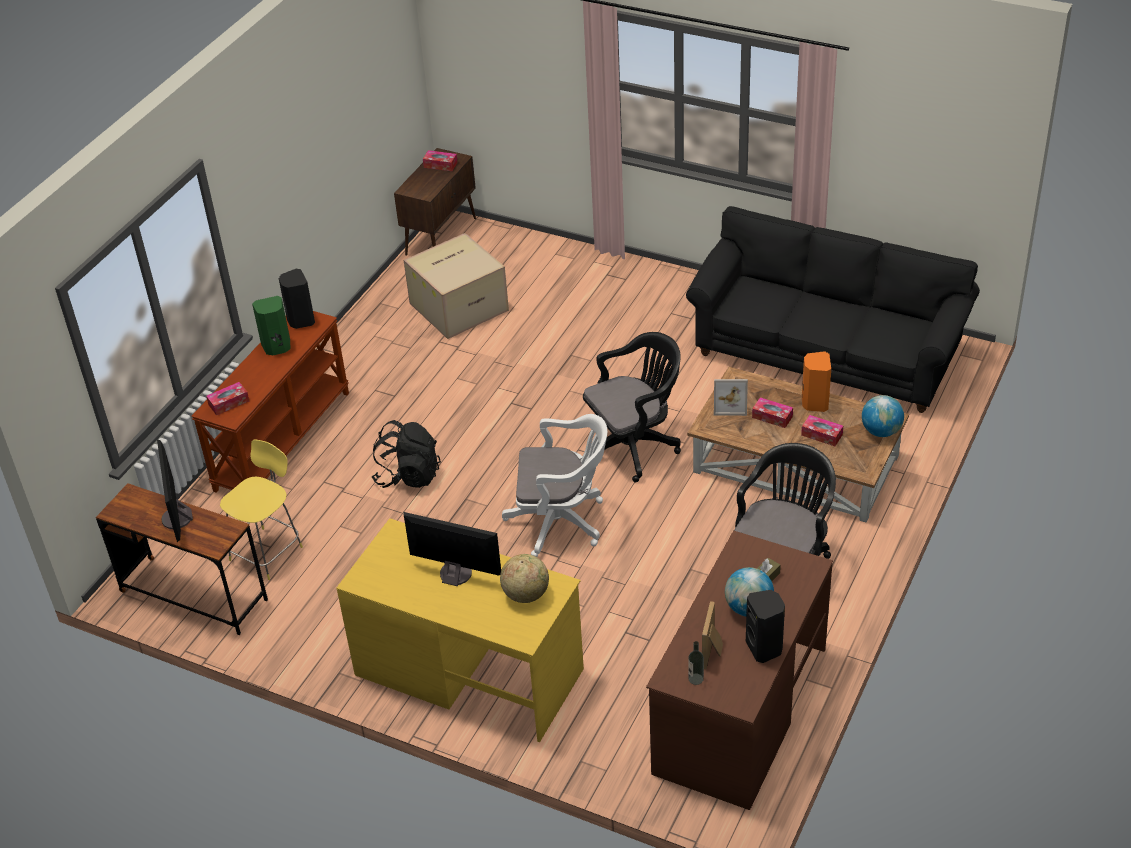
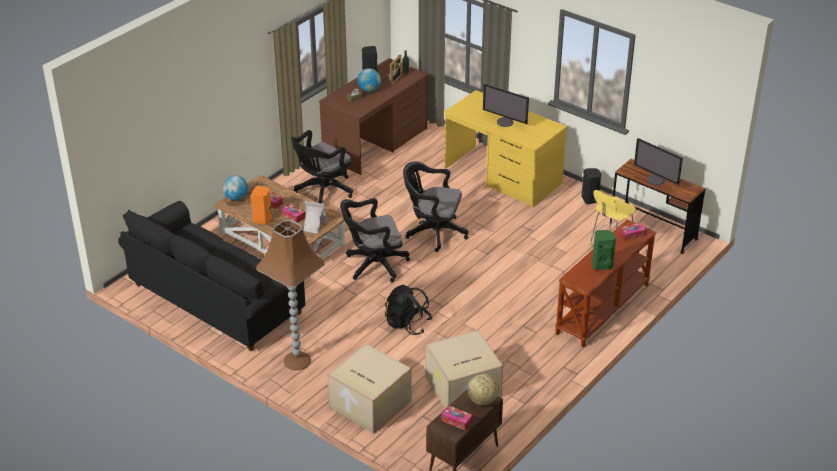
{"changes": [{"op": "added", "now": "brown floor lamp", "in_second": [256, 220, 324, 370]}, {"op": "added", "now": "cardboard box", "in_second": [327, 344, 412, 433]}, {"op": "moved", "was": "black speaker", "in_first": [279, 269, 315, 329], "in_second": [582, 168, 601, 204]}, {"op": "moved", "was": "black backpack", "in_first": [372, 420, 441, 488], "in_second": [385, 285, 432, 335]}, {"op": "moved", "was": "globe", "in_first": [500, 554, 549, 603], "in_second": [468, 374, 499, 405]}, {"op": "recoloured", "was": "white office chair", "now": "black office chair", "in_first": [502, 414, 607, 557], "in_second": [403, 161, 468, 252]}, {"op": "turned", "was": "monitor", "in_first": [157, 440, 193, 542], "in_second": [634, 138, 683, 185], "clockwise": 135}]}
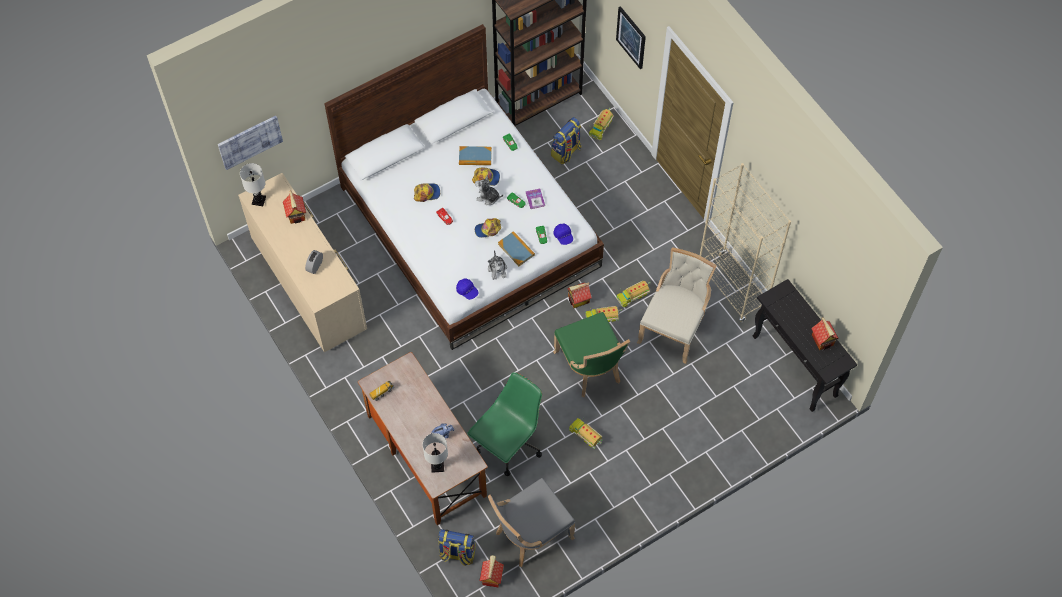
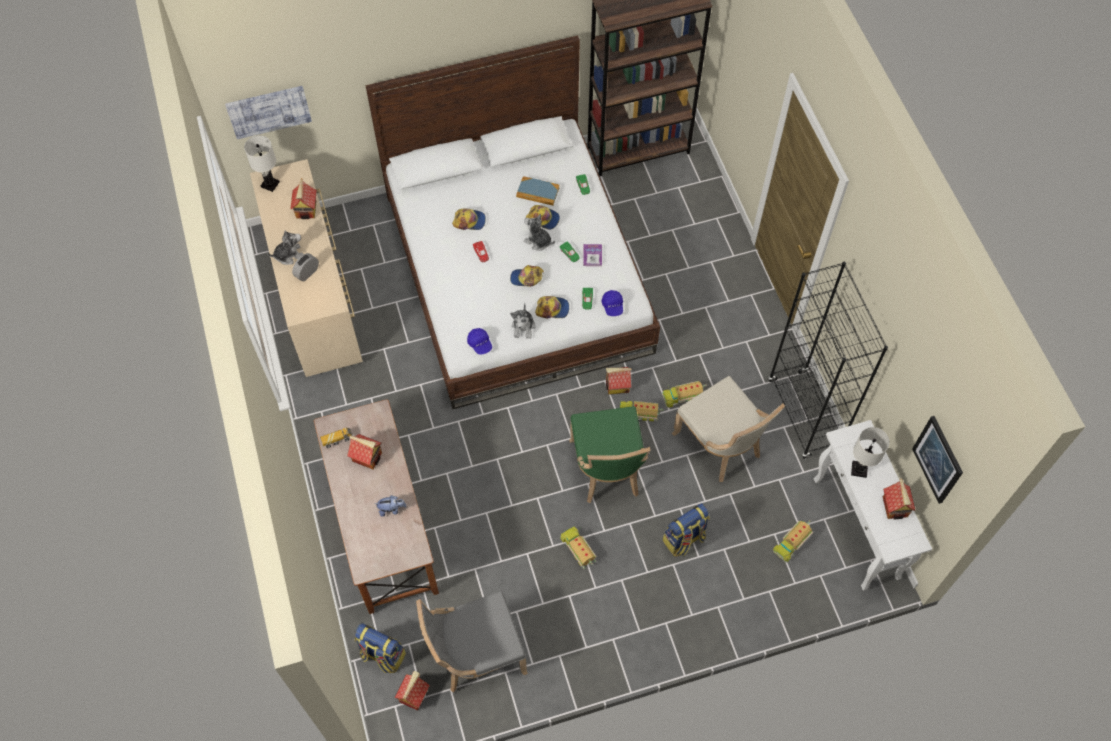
{"changes": [{"op": "removed", "was": "green office chair", "in_first": [467, 372, 542, 476]}, {"op": "added", "now": "plush toy", "in_second": [267, 230, 303, 265]}, {"op": "added", "now": "toy house", "in_second": [347, 434, 382, 469]}, {"op": "moved", "was": "white table lamp", "in_first": [422, 433, 448, 473], "in_second": [851, 427, 890, 478]}, {"op": "moved", "was": "backpack", "in_first": [551, 117, 581, 164], "in_second": [663, 503, 710, 556]}, {"op": "moved", "was": "toy truck", "in_first": [589, 108, 614, 140], "in_second": [773, 520, 813, 562]}, {"op": "moved", "was": "picture", "in_first": [616, 6, 646, 69], "in_second": [912, 416, 963, 504]}, {"op": "replaced", "was": "book", "now": "cap", "in_first": [498, 231, 535, 266], "in_second": [535, 296, 569, 319]}, {"op": "recoloured", "was": "beige bookcase", "now": "black bookcase", "in_first": [700, 163, 791, 322], "in_second": [768, 262, 888, 459]}, {"op": "recoloured", "was": "black console table", "now": "white console table", "in_first": [753, 279, 857, 412], "in_second": [814, 420, 932, 591]}, {"op": "turned", "was": "beige chair", "in_first": [637, 247, 717, 364], "in_second": [672, 376, 785, 482], "clockwise": 105}]}
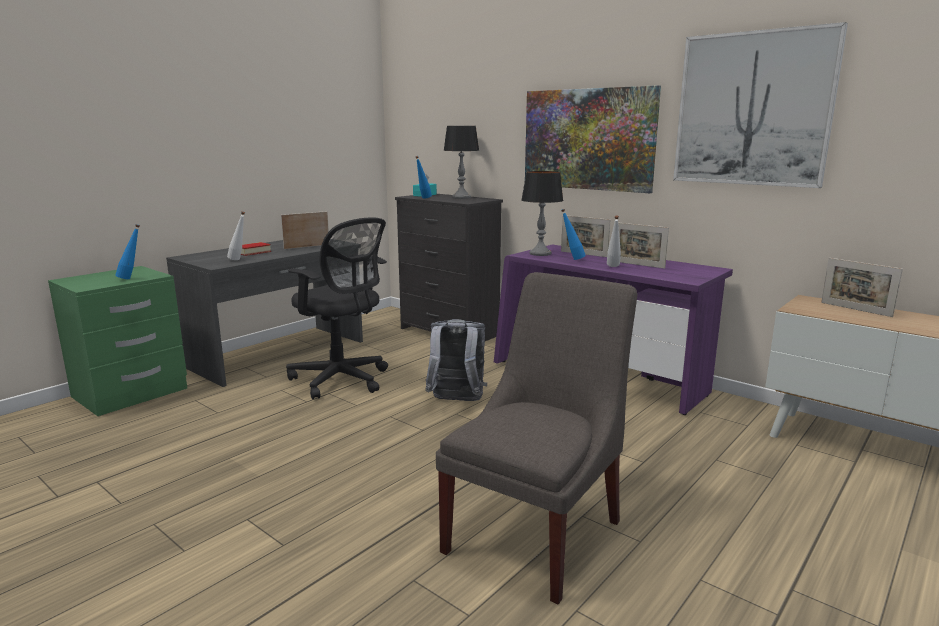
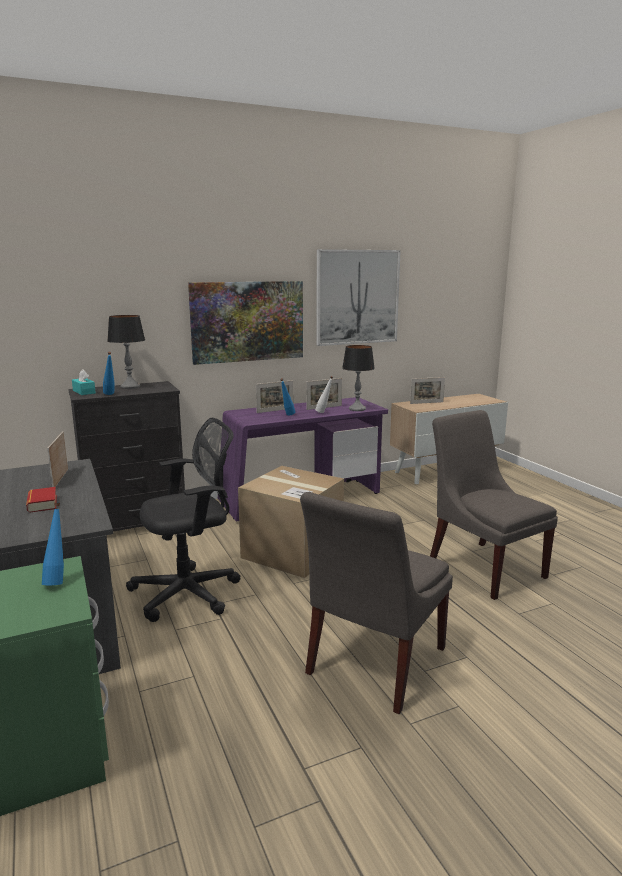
{"changes": [{"op": "removed", "was": "white bottle", "in_first": [227, 211, 245, 260]}, {"op": "added", "now": "grey chair", "in_second": [300, 492, 453, 714]}, {"op": "moved", "was": "table lamp", "in_first": [521, 171, 563, 256], "in_second": [342, 345, 375, 411]}, {"op": "replaced", "was": "grey backpack", "now": "cardboard box", "in_first": [425, 319, 487, 401], "in_second": [238, 466, 344, 578]}]}
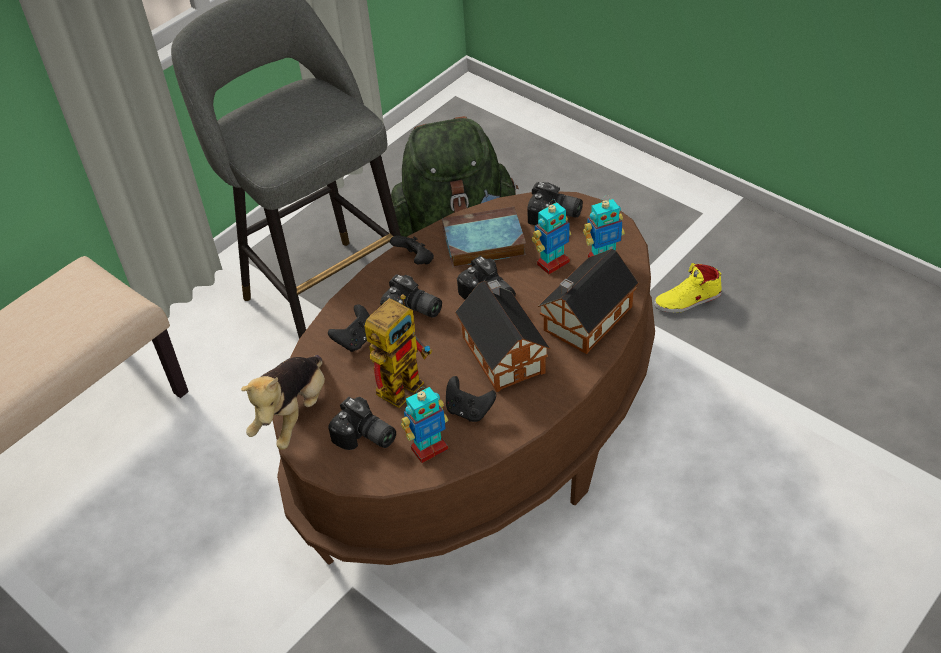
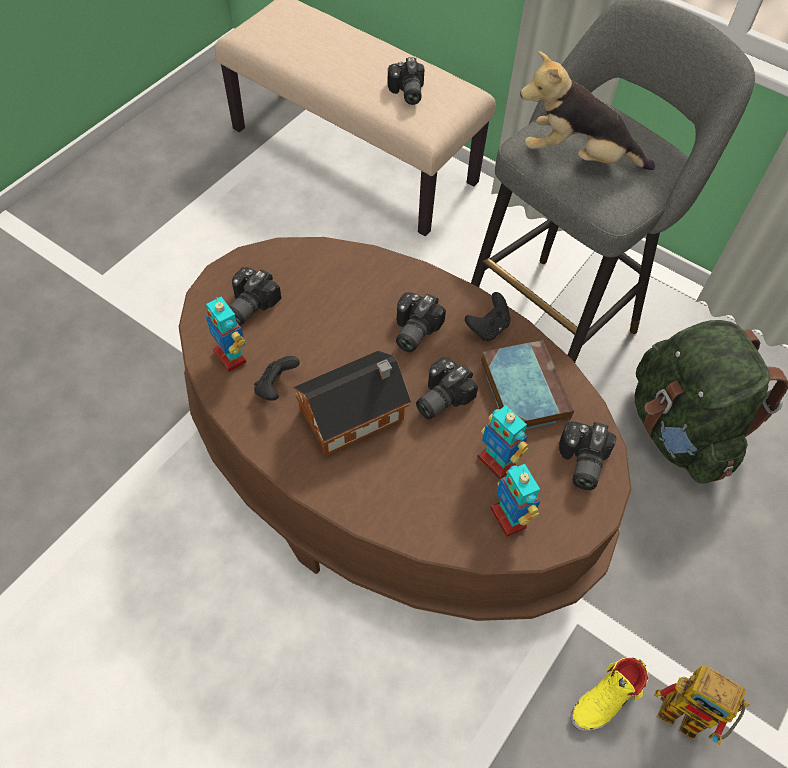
{"changes": [{"op": "removed", "was": "black game controller", "in_first": [328, 304, 370, 352]}, {"op": "removed", "was": "toy house", "in_first": [538, 249, 639, 354]}, {"op": "added", "now": "photo camera", "in_second": [387, 57, 424, 105]}, {"op": "moved", "was": "plush toy", "in_first": [241, 355, 325, 450], "in_second": [520, 51, 655, 170]}, {"op": "moved", "was": "toy robot", "in_first": [364, 294, 433, 408], "in_second": [654, 666, 750, 745]}, {"op": "turned", "was": "yellow shoe", "in_first": [654, 263, 722, 313], "in_second": [571, 657, 648, 732], "clockwise": -105}]}
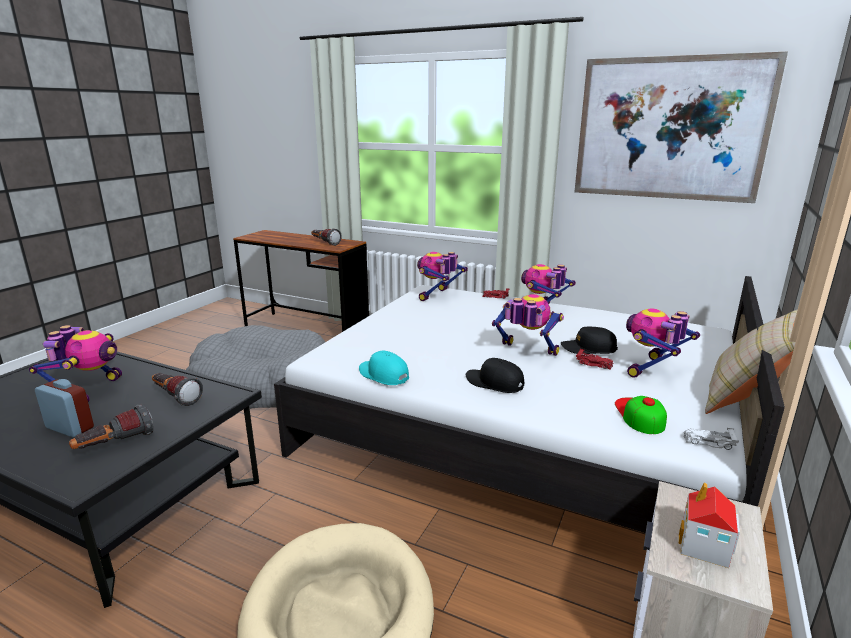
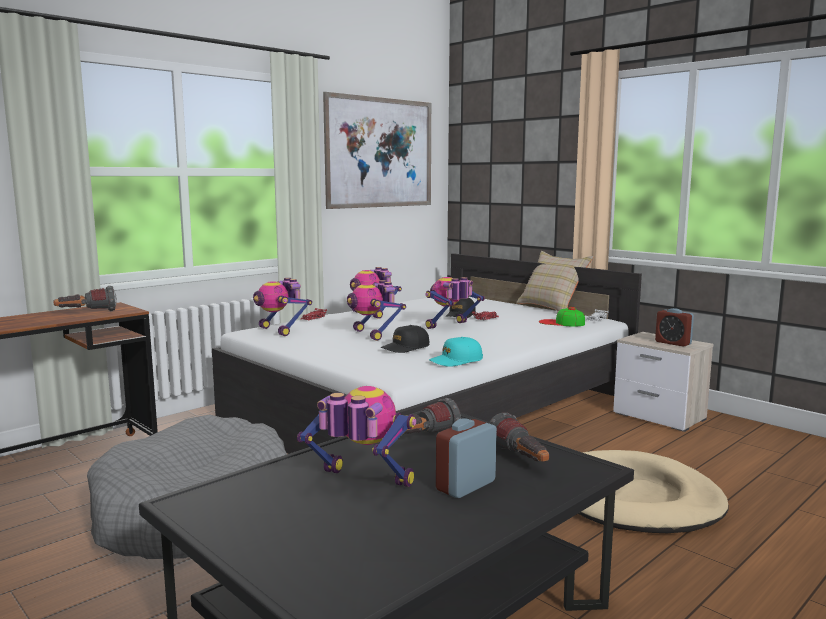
{"changes": [{"op": "moved", "was": "black cap", "in_first": [466, 358, 524, 393], "in_second": [381, 325, 430, 353]}, {"op": "moved", "was": "toy robot", "in_first": [626, 309, 700, 378], "in_second": [347, 280, 406, 341]}, {"op": "replaced", "was": "toy house", "now": "alarm clock", "in_first": [678, 482, 740, 568], "in_second": [655, 308, 694, 347]}]}
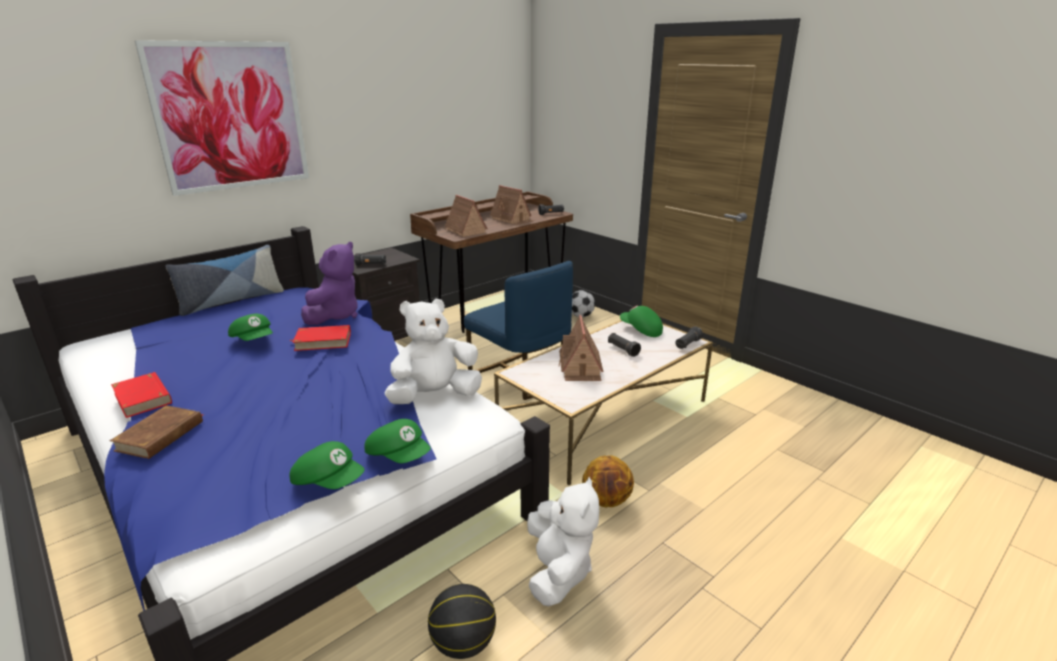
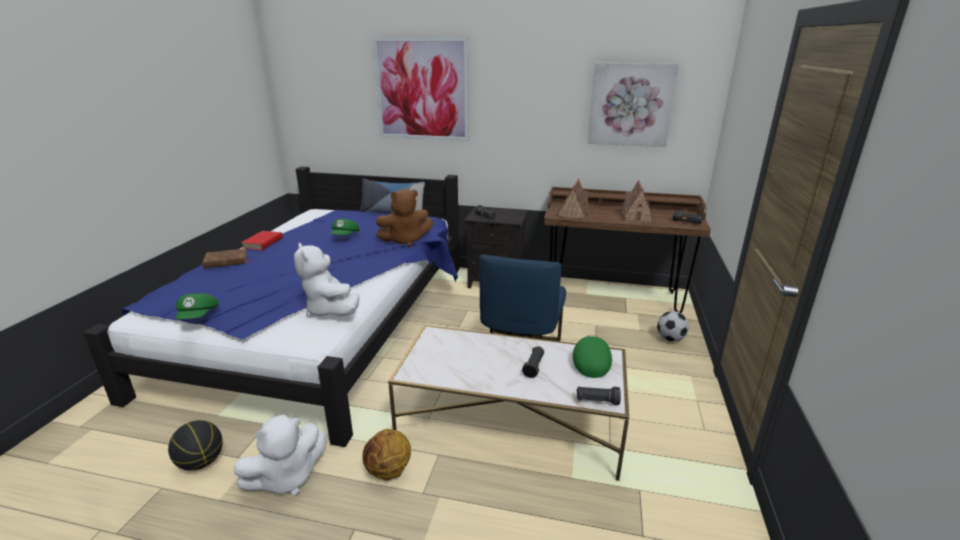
{"changes": [{"op": "removed", "was": "red book", "in_first": [290, 325, 351, 351]}, {"op": "removed", "was": "green cap", "in_first": [364, 419, 431, 463]}, {"op": "removed", "was": "toy house", "in_first": [559, 315, 603, 381]}, {"op": "added", "now": "picture", "in_second": [588, 63, 679, 147]}, {"op": "recoloured", "was": "purple plush toy", "now": "brown plush toy", "in_first": [301, 242, 358, 325], "in_second": [376, 189, 433, 247]}, {"op": "turned", "was": "white plush toy", "in_first": [384, 298, 482, 404], "in_second": [294, 243, 360, 317], "clockwise": -150}]}
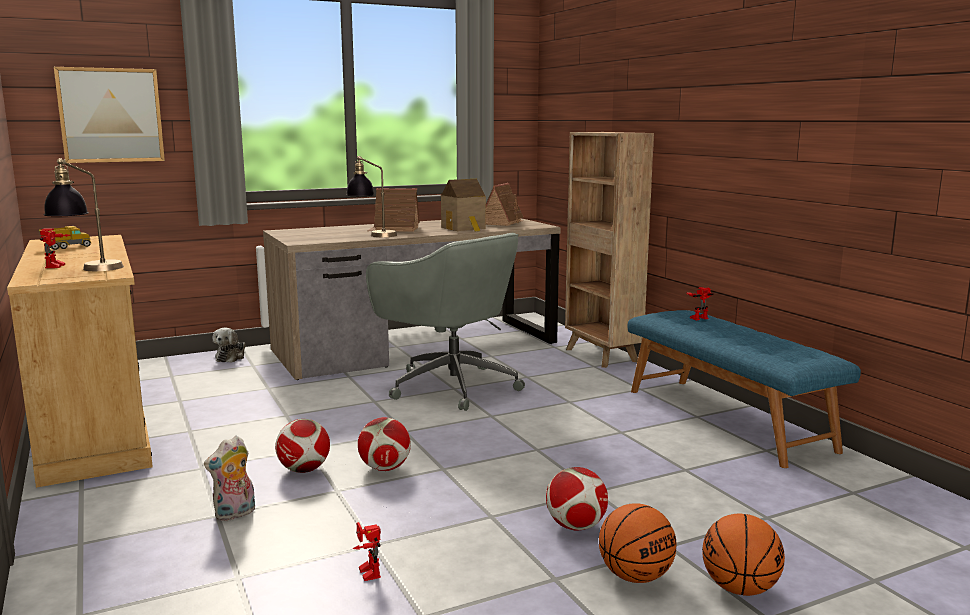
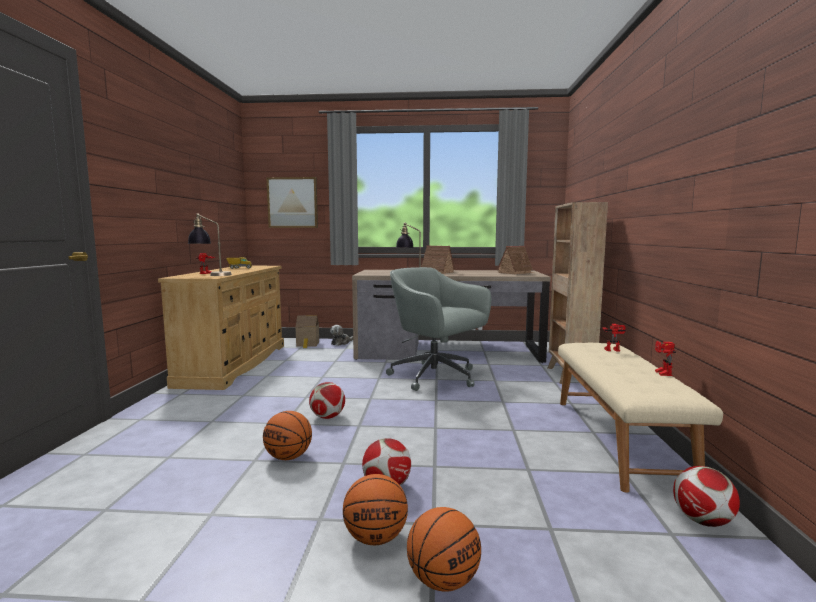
{"changes": [{"op": "removed", "was": "plush toy", "in_first": [204, 436, 255, 521]}, {"op": "added", "now": "basketball", "in_second": [263, 411, 312, 460]}, {"op": "moved", "was": "football", "in_first": [275, 419, 330, 473], "in_second": [673, 466, 740, 527]}, {"op": "moved", "was": "toy robot", "in_first": [353, 522, 381, 581], "in_second": [655, 341, 676, 376]}, {"op": "moved", "was": "toy house", "in_first": [441, 179, 486, 232], "in_second": [296, 315, 319, 348]}, {"op": "recoloured", "was": "blue bench", "now": "beige bench", "in_first": [628, 310, 861, 468], "in_second": [558, 343, 723, 493]}, {"op": "turned", "was": "grey office chair", "in_first": [366, 233, 525, 411], "in_second": [386, 267, 491, 391], "clockwise": 150}]}
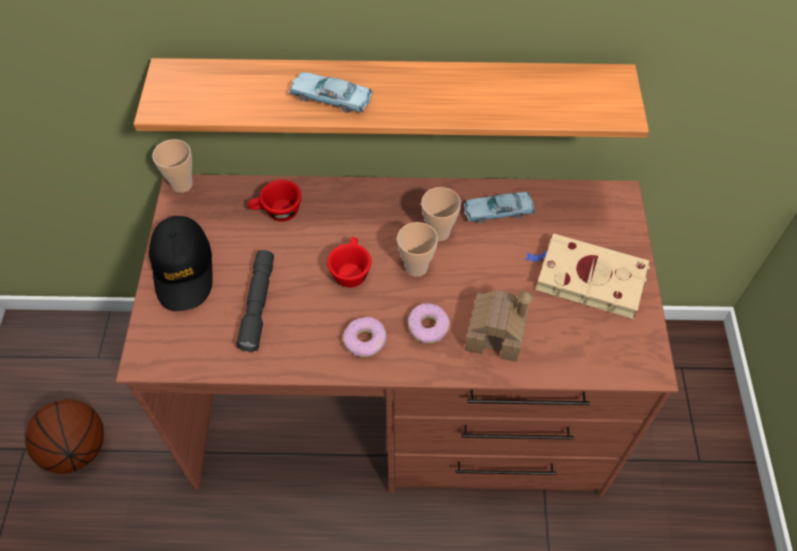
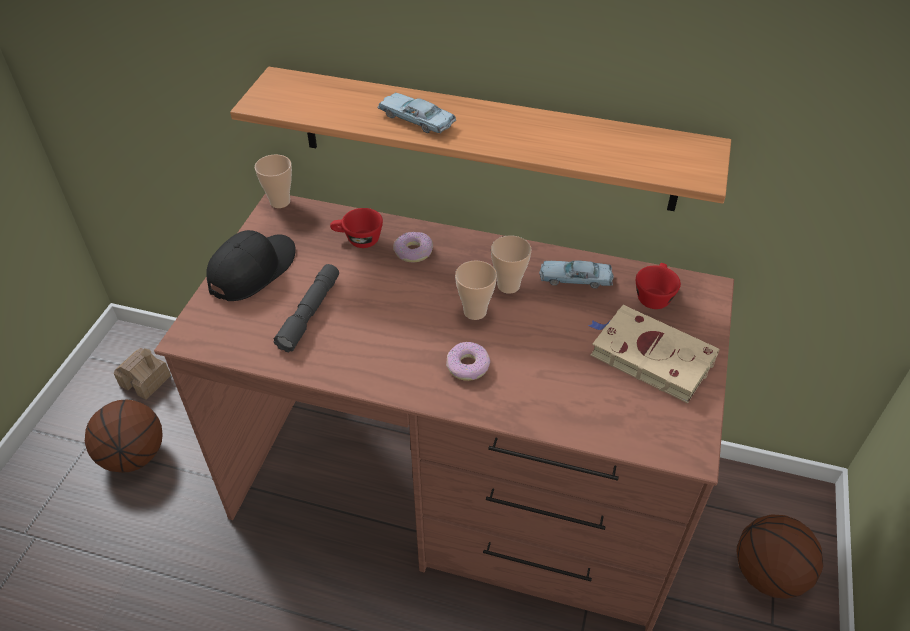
{"changes": [{"op": "added", "now": "basketball", "in_second": [736, 514, 823, 599]}, {"op": "moved", "was": "red cup", "in_first": [327, 237, 371, 288], "in_second": [636, 263, 681, 309]}, {"op": "moved", "was": "donut", "in_first": [343, 317, 387, 357], "in_second": [393, 232, 433, 263]}, {"op": "moved", "was": "toy house", "in_first": [465, 290, 533, 362], "in_second": [114, 348, 171, 400]}, {"op": "turned", "was": "black cap", "in_first": [149, 216, 213, 311], "in_second": [207, 230, 296, 301], "clockwise": -150}]}
